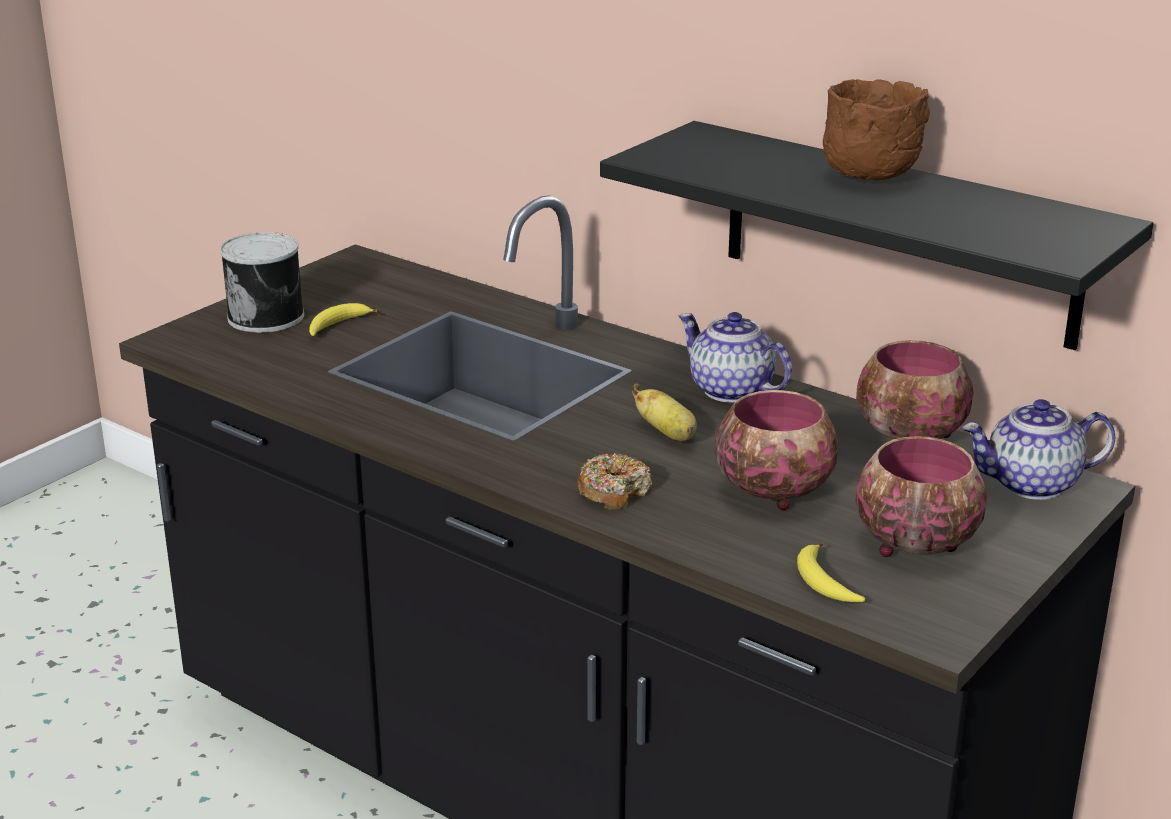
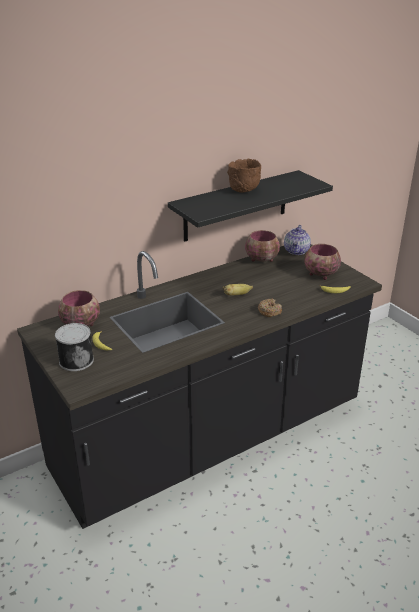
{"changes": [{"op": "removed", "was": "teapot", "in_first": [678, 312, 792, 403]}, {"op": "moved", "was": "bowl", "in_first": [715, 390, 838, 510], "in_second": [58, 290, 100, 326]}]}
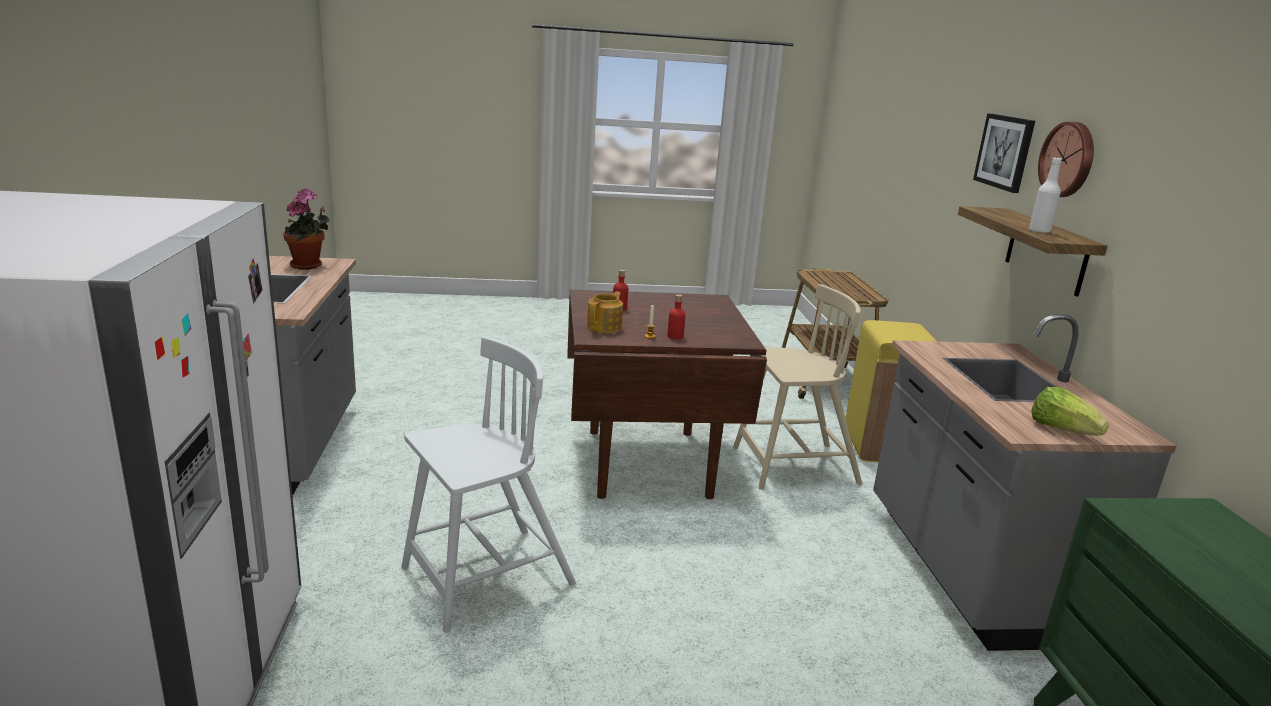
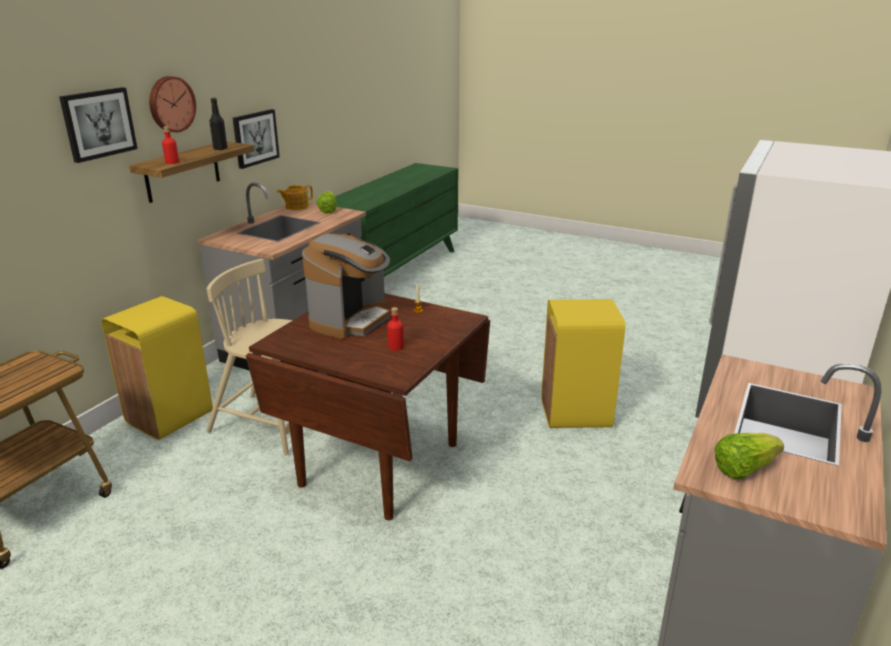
{"changes": [{"op": "added", "now": "picture", "in_second": [233, 109, 280, 169]}, {"op": "added", "now": "coffee machine", "in_second": [302, 233, 390, 339]}, {"op": "moved", "was": "teapot", "in_first": [587, 292, 623, 333], "in_second": [277, 185, 313, 210]}, {"op": "moved", "was": "red bottle", "in_first": [667, 294, 686, 340], "in_second": [162, 126, 179, 164]}, {"op": "replaced", "was": "potted plant", "now": "lettuce", "in_first": [283, 188, 329, 270], "in_second": [715, 433, 784, 479]}, {"op": "replaced", "was": "white chair", "now": "yellow trash can", "in_first": [401, 337, 576, 633], "in_second": [541, 299, 625, 428]}, {"op": "recoloured", "was": "white bottle", "now": "black bottle", "in_first": [1029, 157, 1062, 233], "in_second": [210, 98, 227, 150]}]}
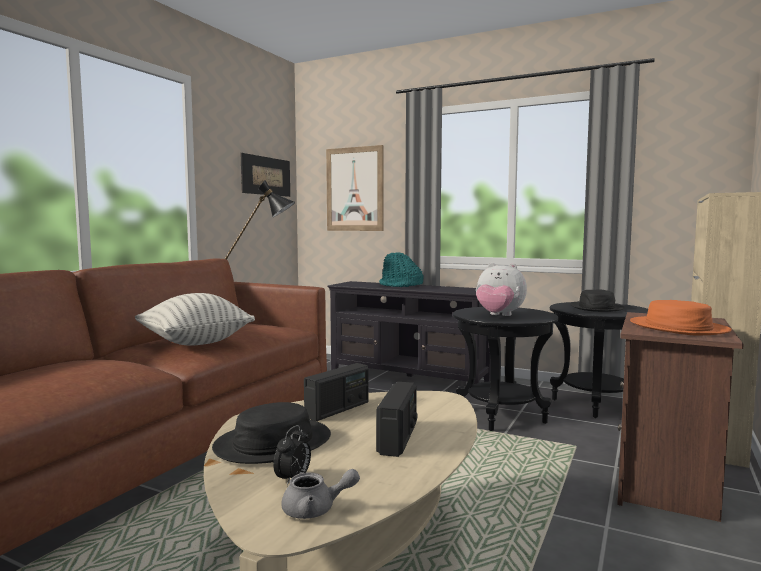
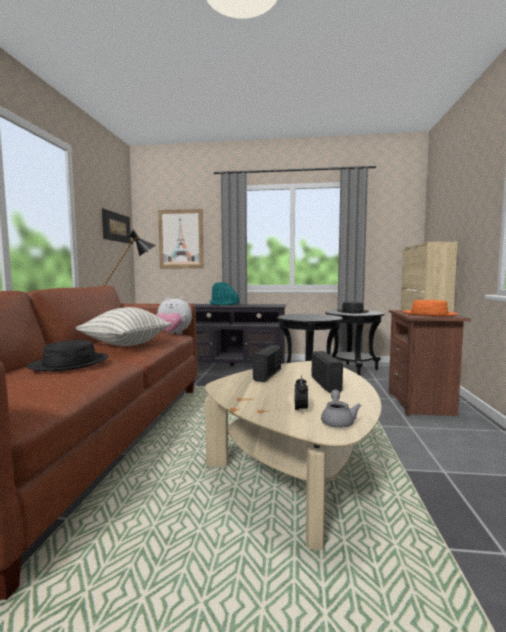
{"changes": [{"op": "moved", "was": "black hat", "in_first": [212, 402, 331, 464], "in_second": [27, 340, 109, 371]}, {"op": "moved", "was": "plush toy", "in_first": [476, 263, 527, 316], "in_second": [156, 297, 192, 334]}, {"op": "turned", "was": "grey teapot", "in_first": [281, 469, 360, 519], "in_second": [321, 390, 361, 428], "clockwise": -60}]}
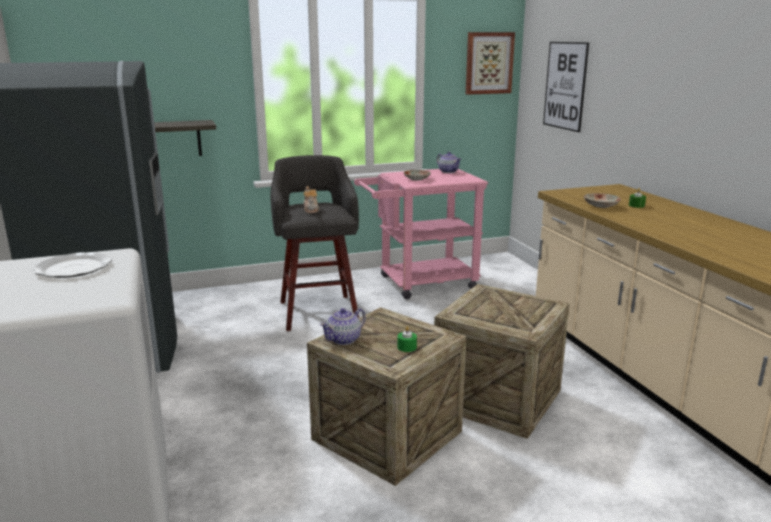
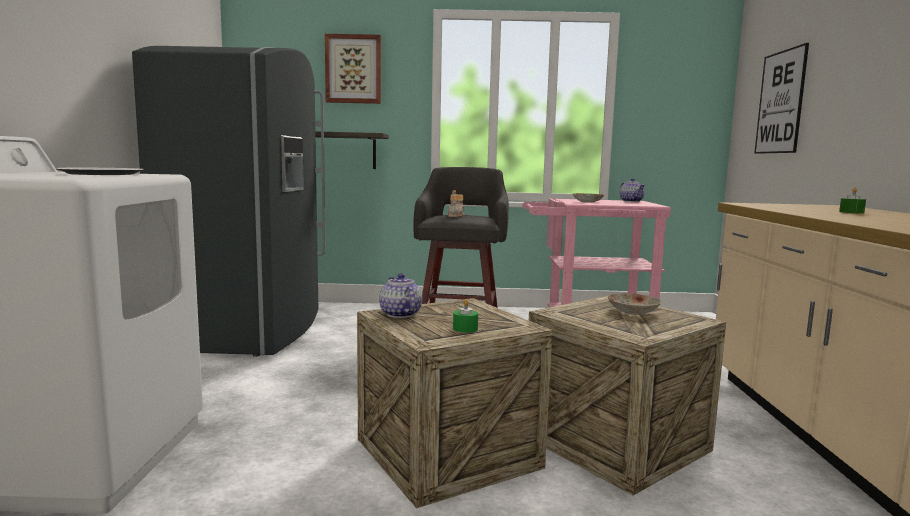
{"changes": [{"op": "moved", "was": "picture", "in_first": [466, 32, 515, 95], "in_second": [325, 34, 381, 104]}, {"op": "moved", "was": "plate", "in_first": [584, 193, 621, 208], "in_second": [608, 293, 661, 315]}, {"op": "turned", "was": "teapot", "in_first": [320, 308, 366, 345], "in_second": [379, 273, 422, 318], "clockwise": 90}]}
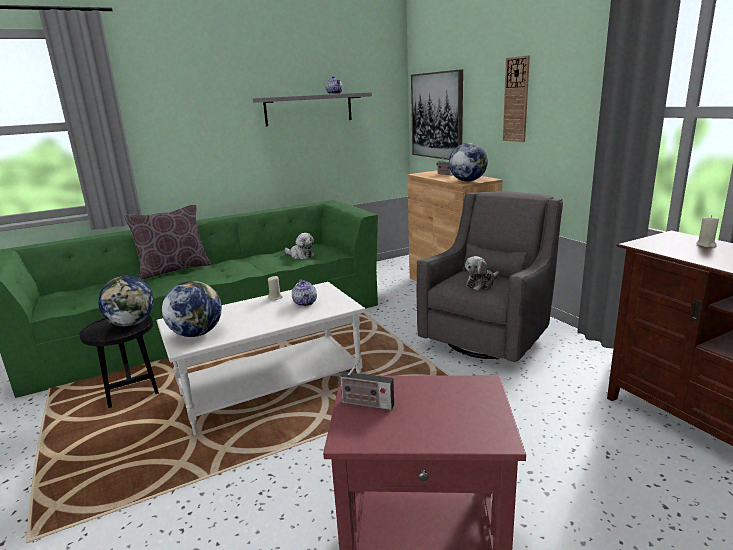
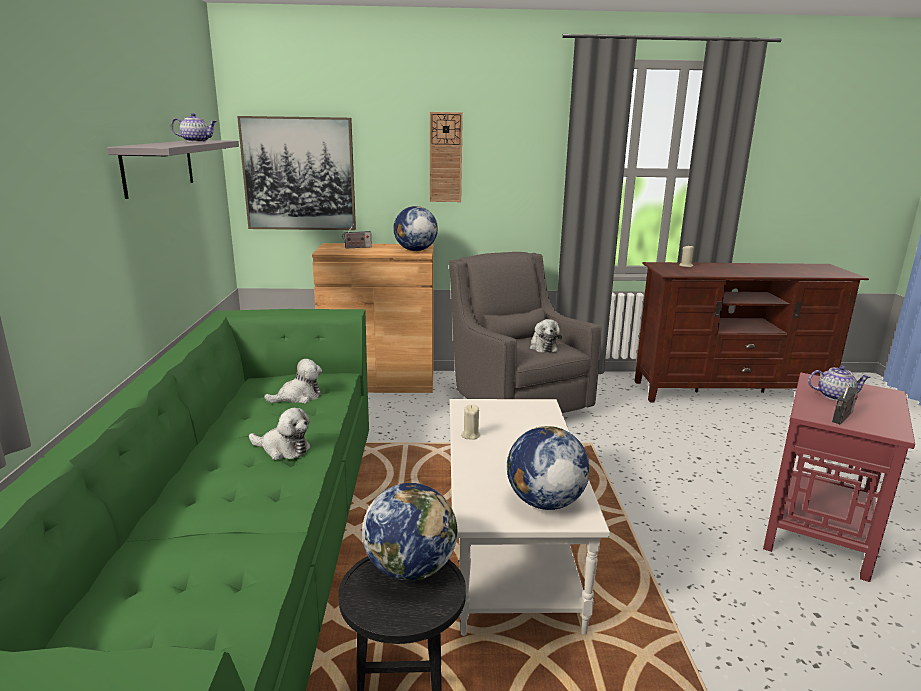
{"changes": [{"op": "removed", "was": "brown pillow", "in_first": [124, 205, 211, 280]}, {"op": "added", "now": "plush toy", "in_second": [249, 408, 311, 460]}, {"op": "moved", "was": "teapot", "in_first": [292, 280, 317, 306], "in_second": [808, 366, 871, 401]}]}
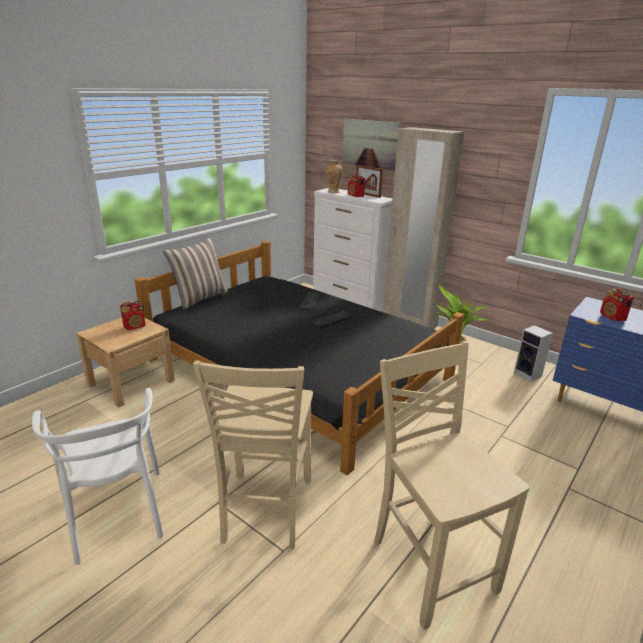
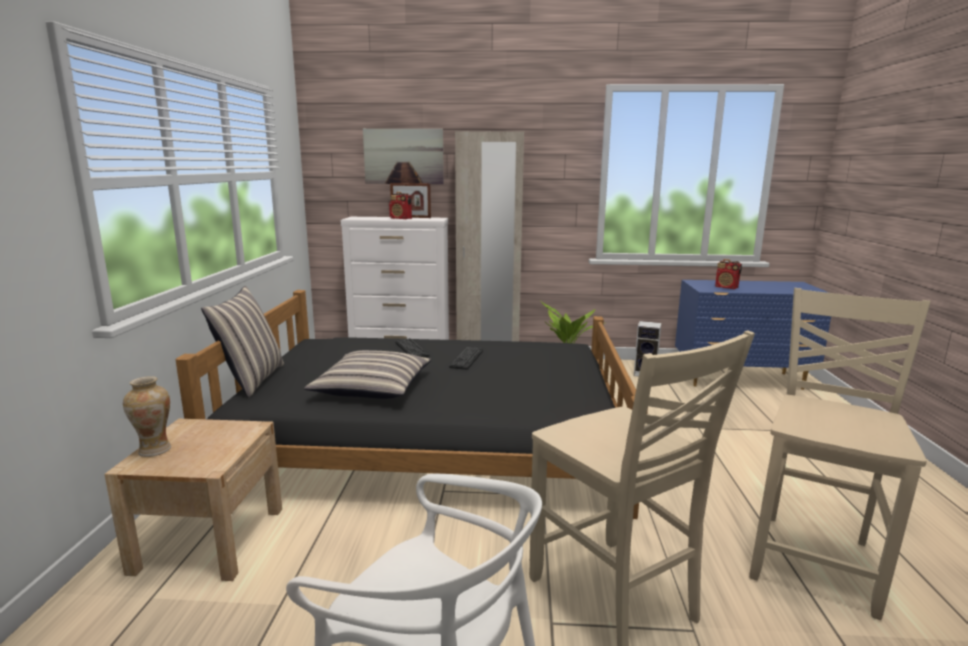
{"changes": [{"op": "removed", "was": "radio", "in_first": [120, 301, 145, 330]}, {"op": "added", "now": "pillow", "in_second": [304, 350, 431, 399]}, {"op": "moved", "was": "vase", "in_first": [326, 160, 343, 193], "in_second": [123, 376, 171, 457]}, {"op": "turned", "was": "beige chair", "in_first": [374, 341, 530, 630], "in_second": [749, 288, 931, 620], "clockwise": 90}]}
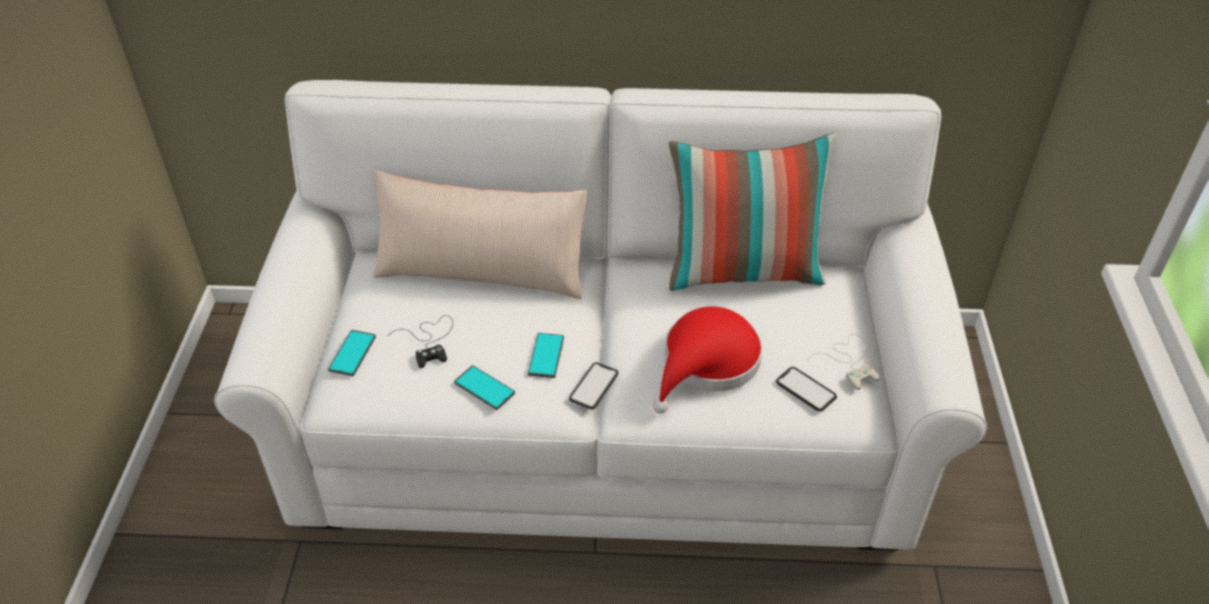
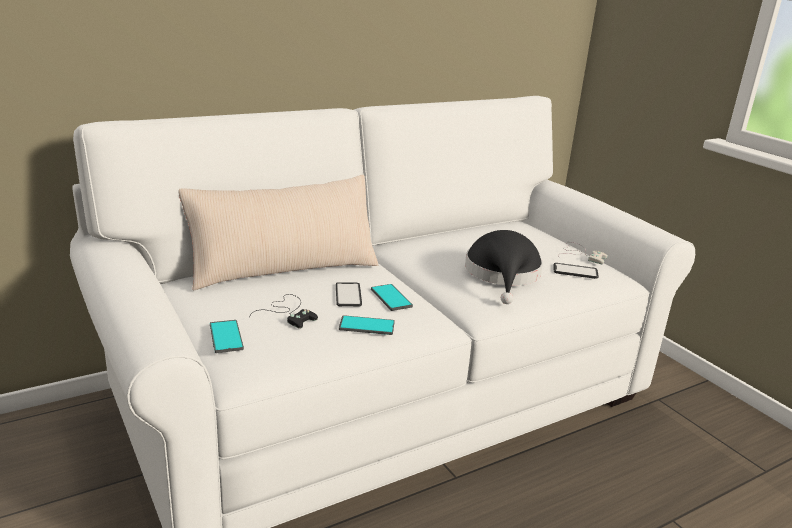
{"changes": [{"op": "removed", "was": "pillow", "in_first": [669, 133, 837, 291]}, {"op": "moved", "was": "phone", "in_first": [569, 362, 618, 410], "in_second": [336, 282, 362, 307]}, {"op": "recoloured", "was": "red hat", "now": "black hat", "in_first": [653, 306, 763, 414], "in_second": [465, 230, 543, 304]}]}
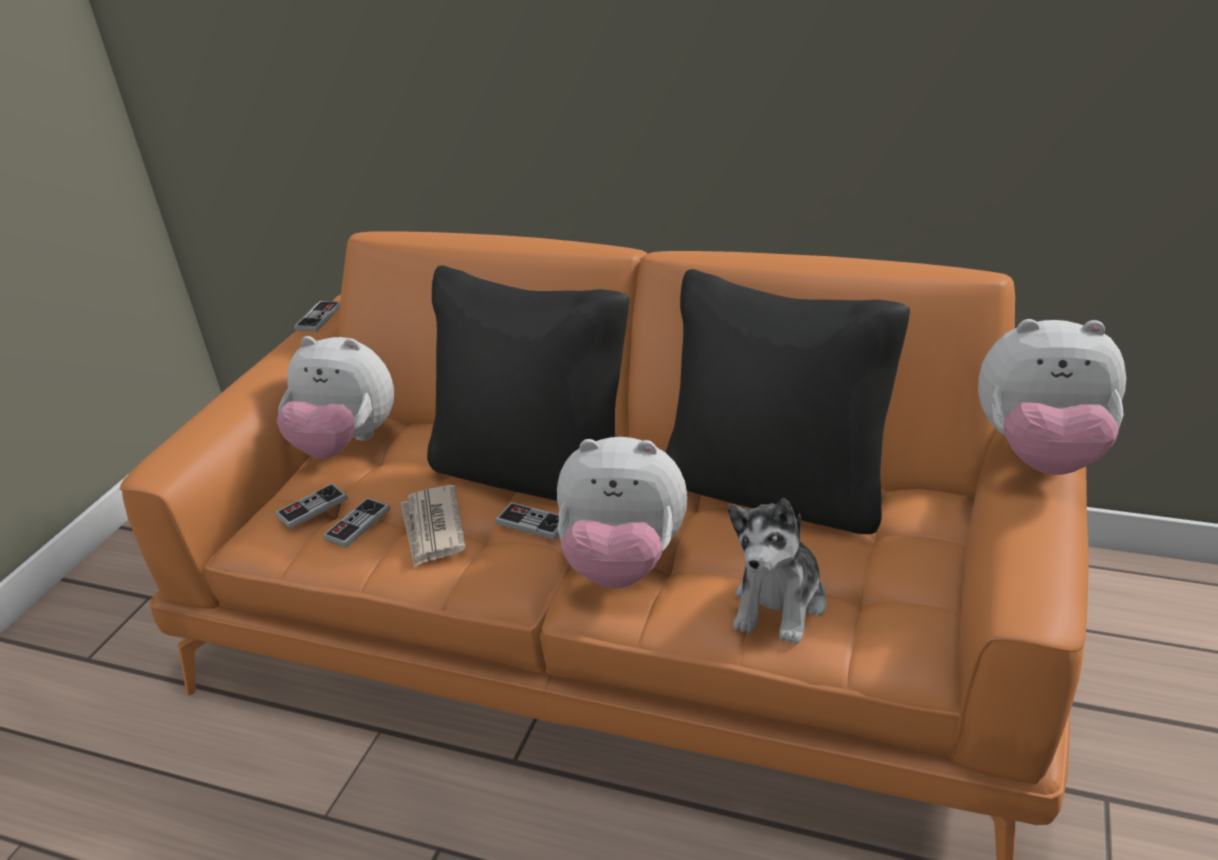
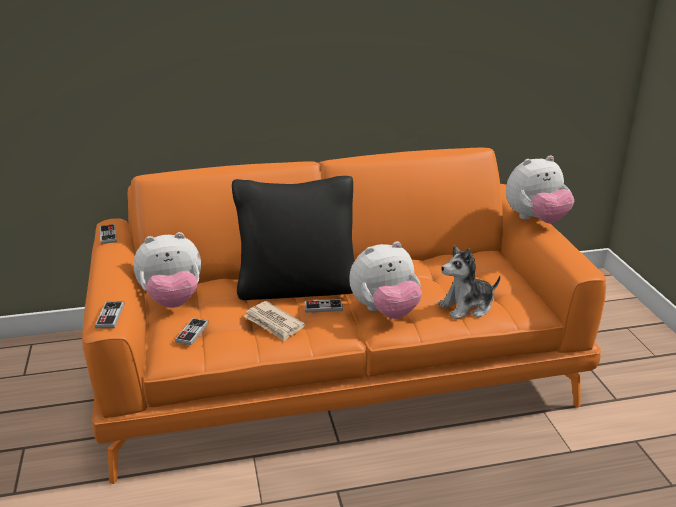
{"changes": [{"op": "removed", "was": "black pillow", "in_first": [665, 269, 910, 534]}, {"op": "moved", "was": "game controller", "in_first": [323, 498, 390, 548], "in_second": [95, 302, 124, 328]}, {"op": "turned", "was": "plush toy", "in_first": [728, 498, 826, 644], "in_second": [439, 245, 501, 319], "clockwise": 75}]}
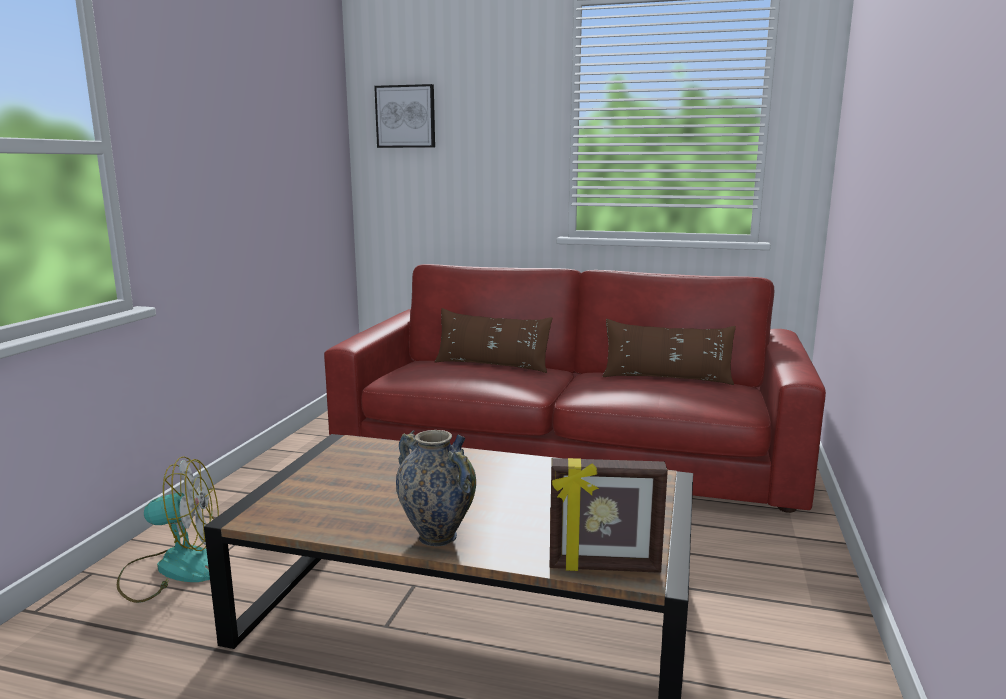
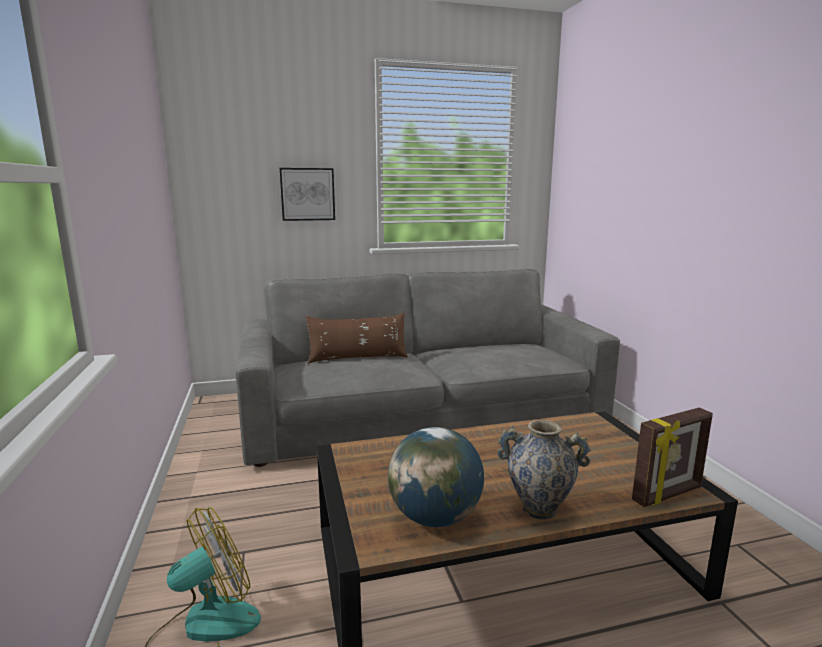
{"changes": [{"op": "removed", "was": "brown pillow", "in_first": [602, 319, 736, 385]}, {"op": "added", "now": "globe", "in_second": [388, 427, 484, 527]}, {"op": "moved", "was": "picture", "in_first": [374, 84, 435, 148], "in_second": [279, 168, 335, 221]}, {"op": "recoloured", "was": "red sofa", "now": "grey sofa", "in_first": [324, 264, 826, 513], "in_second": [236, 269, 620, 467]}]}
